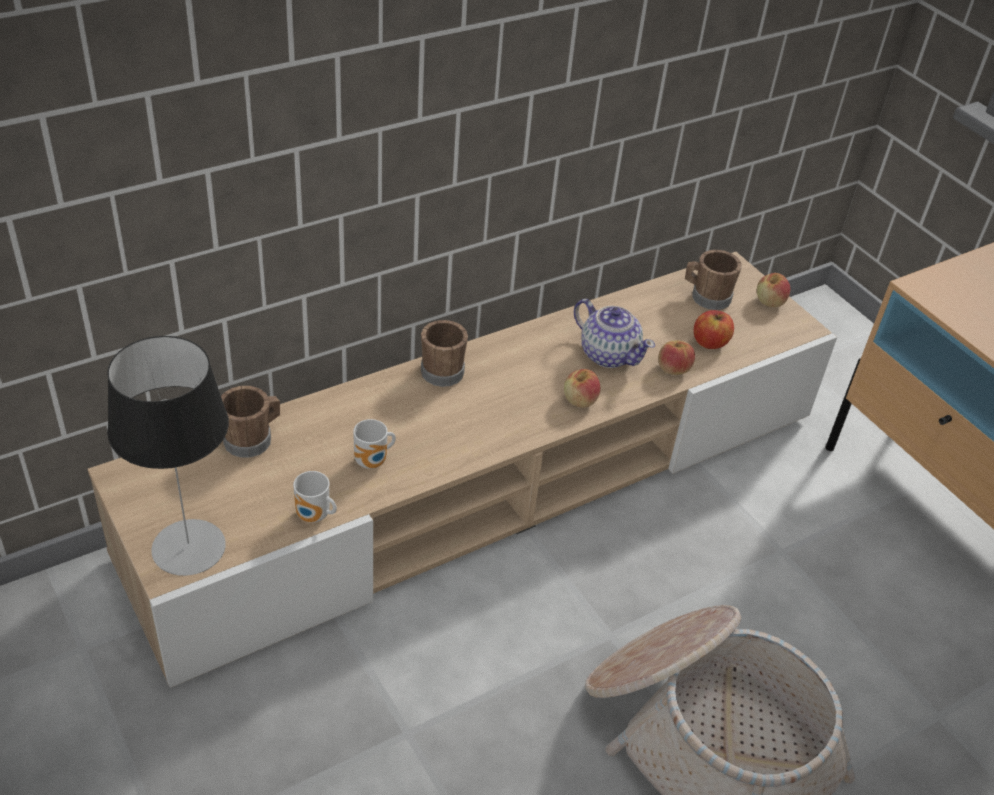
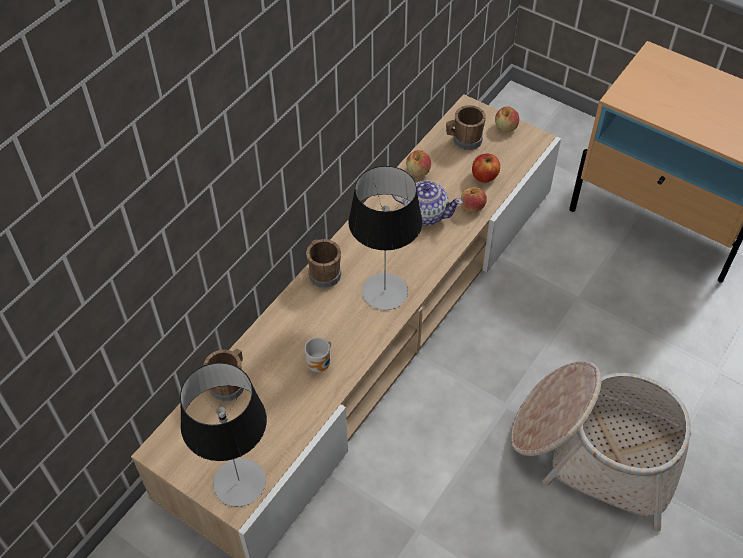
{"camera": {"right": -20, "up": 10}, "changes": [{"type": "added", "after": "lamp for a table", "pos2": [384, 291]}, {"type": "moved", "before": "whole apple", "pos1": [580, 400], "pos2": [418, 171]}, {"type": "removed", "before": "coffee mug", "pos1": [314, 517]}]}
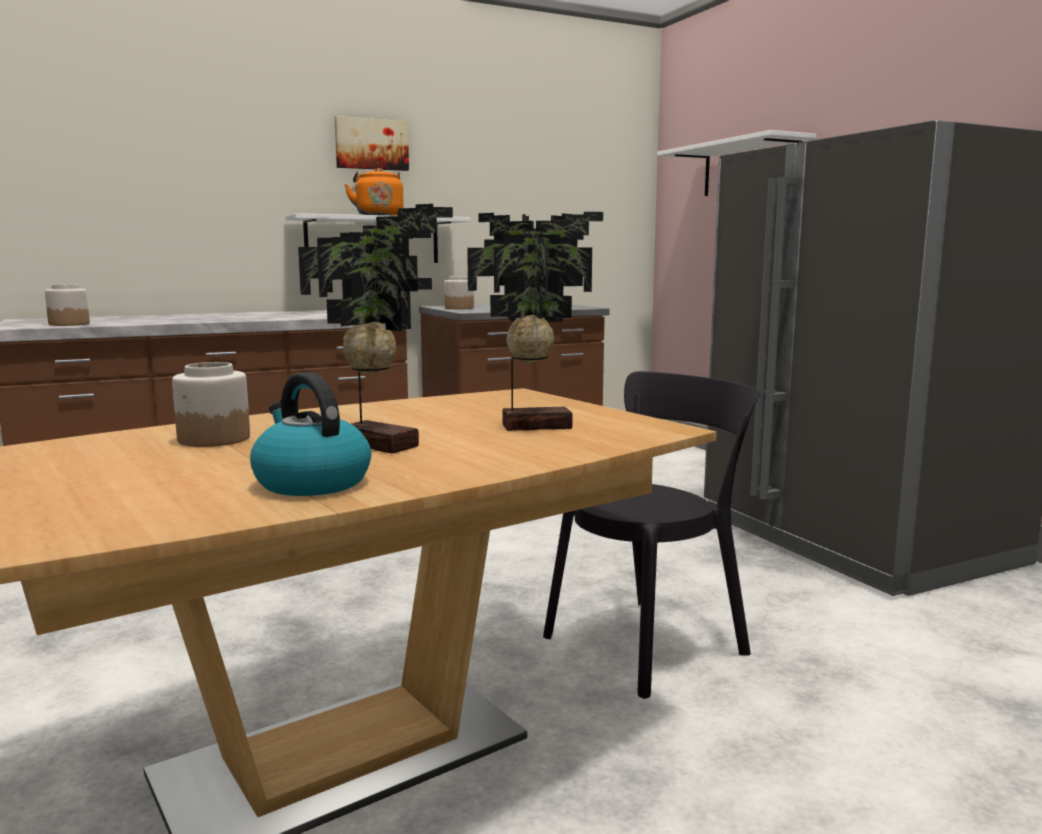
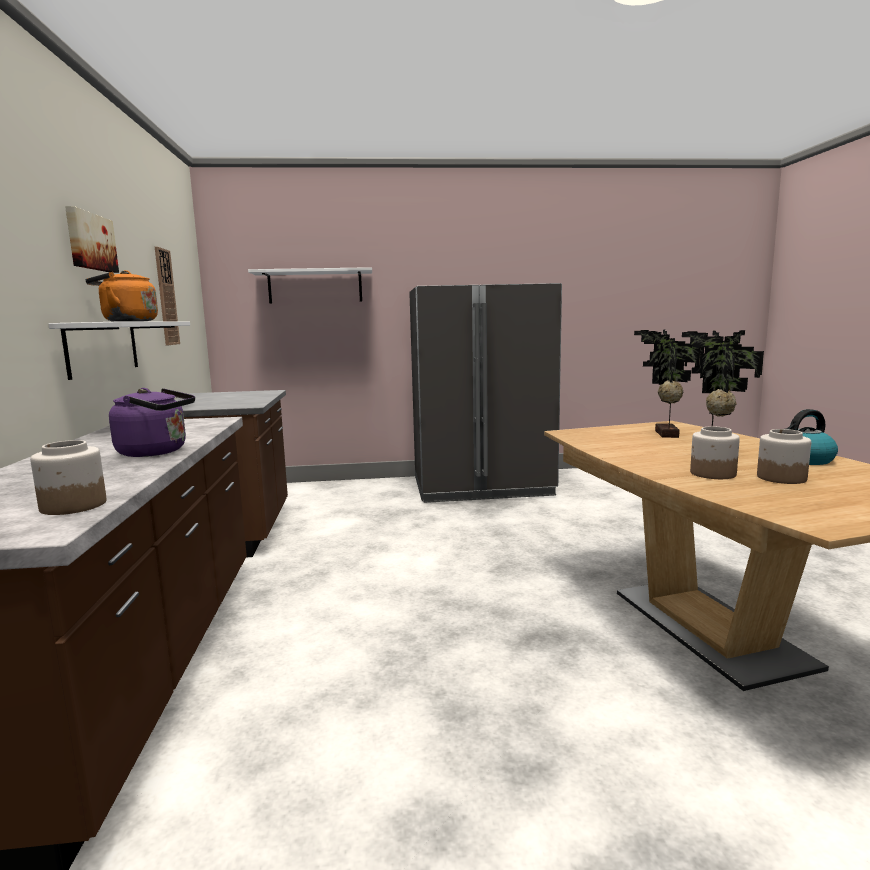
{"camera": {"right": -70, "up": 0}, "changes": [{"type": "added", "after": "water kettle in purplish", "pos2": [157, 452]}, {"type": "added", "after": "hanging clock", "pos2": [166, 297]}, {"type": "moved", "before": "jar", "pos1": [459, 308], "pos2": [781, 478]}, {"type": "removed", "before": "plain chair in black-coloured", "pos1": [651, 642]}]}
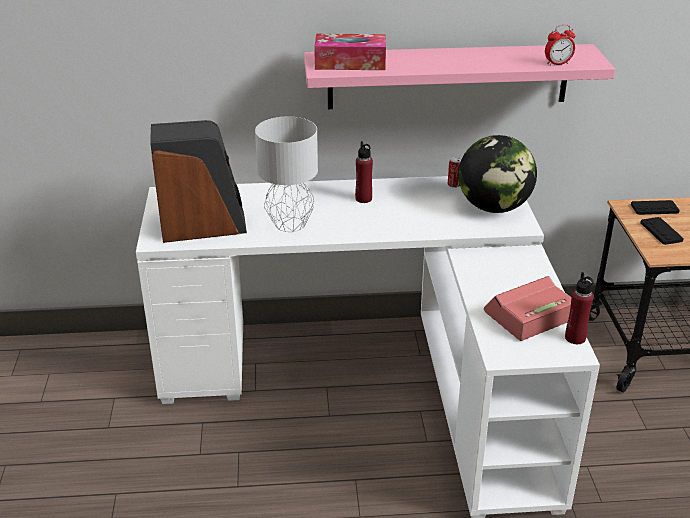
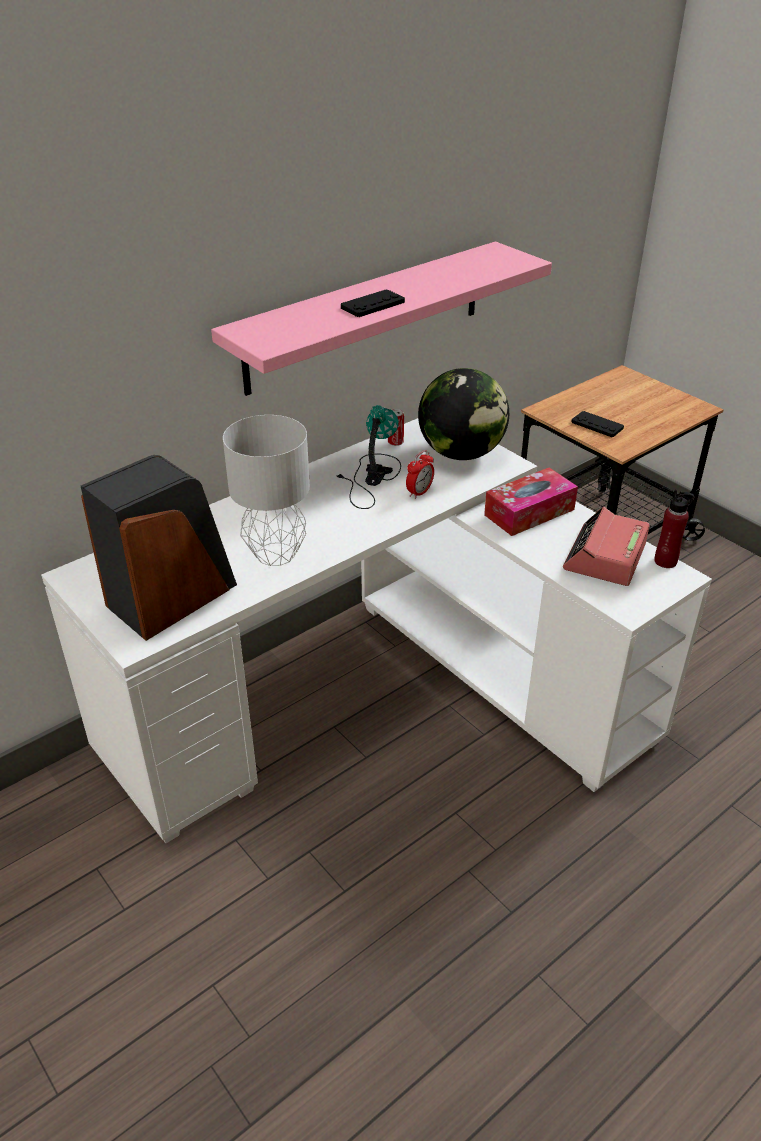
{"camera": {"right": -35, "up": 5}, "changes": [{"type": "added", "after": "lamp for a table", "pos2": [370, 478]}, {"type": "moved", "before": "game controller in black-coloured", "pos1": [654, 208], "pos2": [372, 305]}, {"type": "moved", "before": "table clock", "pos1": [557, 64], "pos2": [419, 492]}, {"type": "moved", "before": "box of tissues", "pos1": [350, 63], "pos2": [529, 512]}, {"type": "removed", "before": "bottle in red-coloured", "pos1": [363, 199]}]}
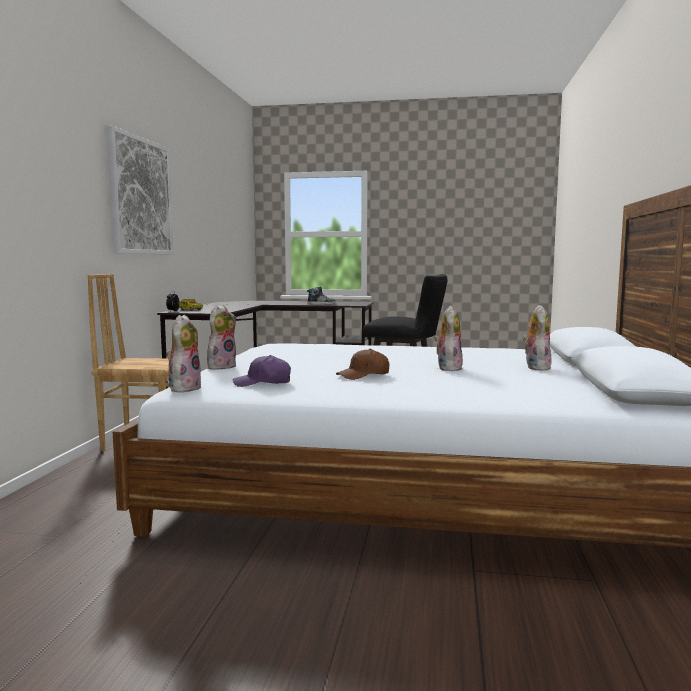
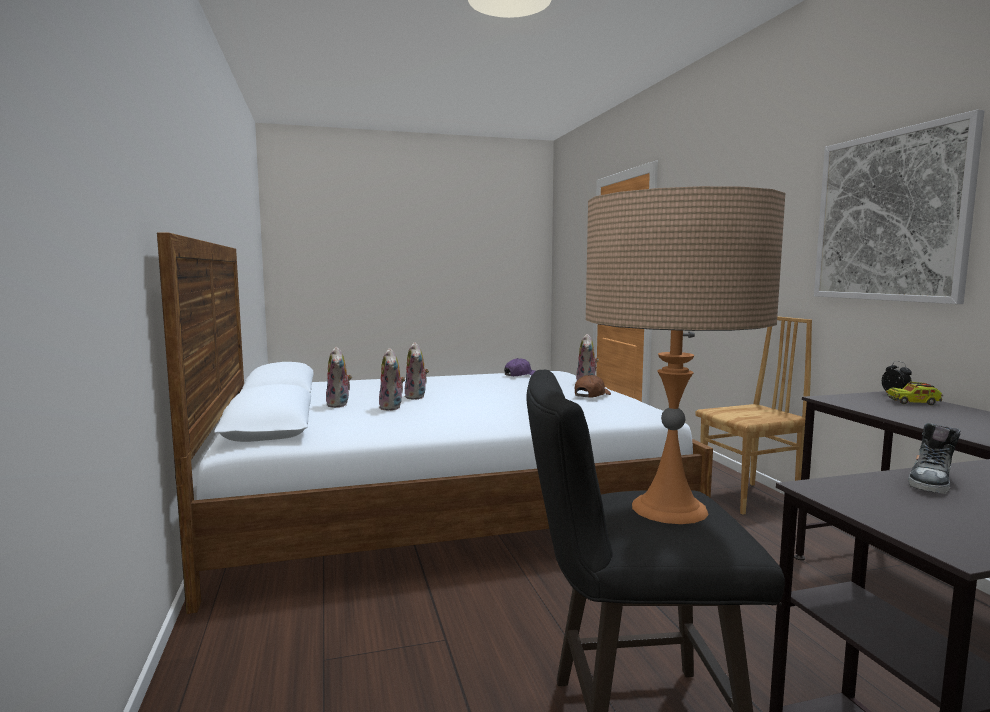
{"camera": {"right": 155, "up": 0}, "changes": [{"type": "moved", "before": "plush toy", "pos1": [184, 388], "pos2": [392, 407]}, {"type": "moved", "before": "peaked cap in brown-coloured", "pos1": [363, 375], "pos2": [591, 395]}, {"type": "added", "after": "lamp for a table in beige-coloured", "pos2": [669, 508]}]}
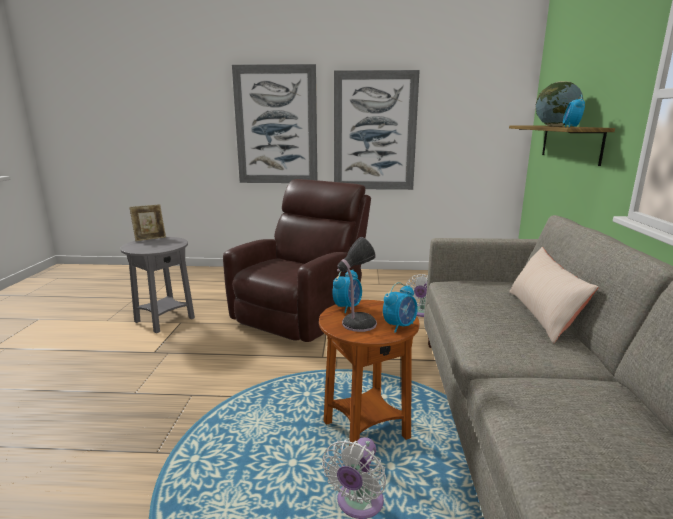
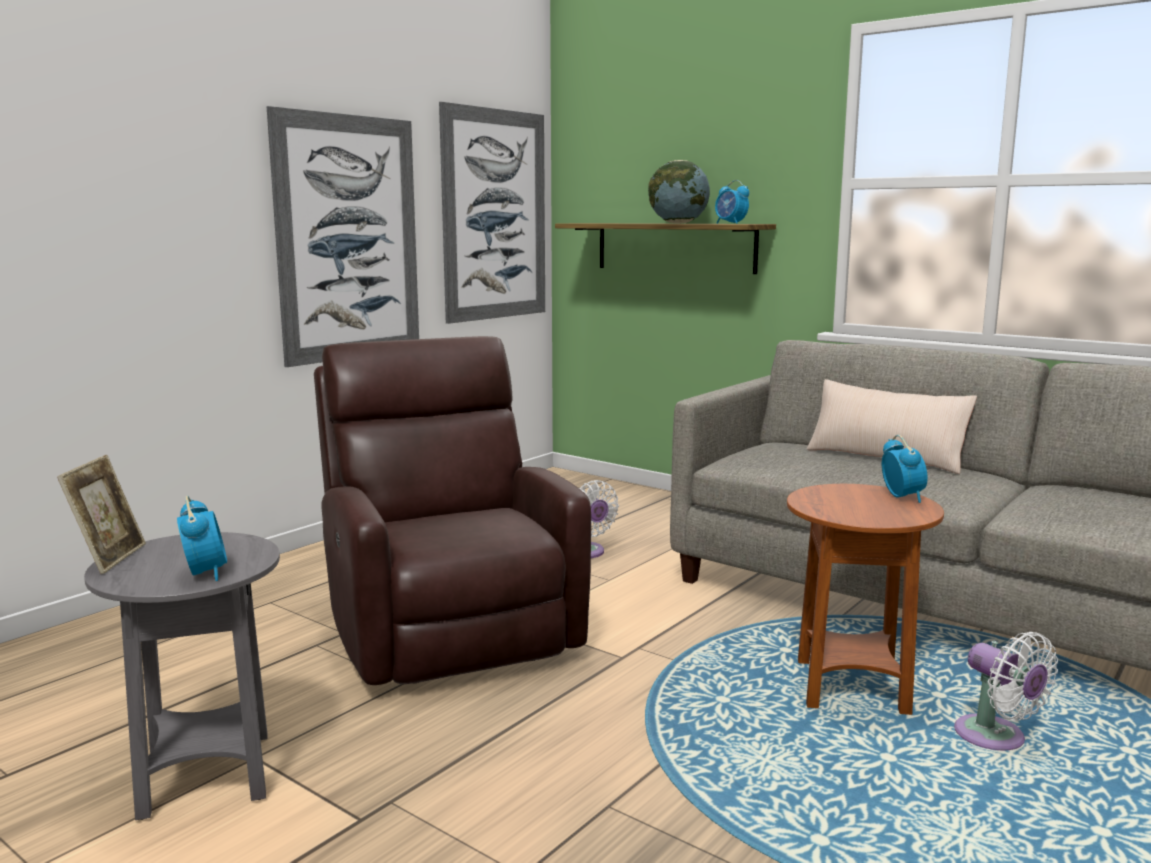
{"camera": {"right": -55, "up": -5}, "changes": [{"type": "moved", "before": "table clock", "pos1": [347, 307], "pos2": [205, 573]}, {"type": "moved", "before": "picture", "pos1": [276, 126], "pos2": [495, 215]}, {"type": "removed", "before": "lamp for a table", "pos1": [357, 324]}]}
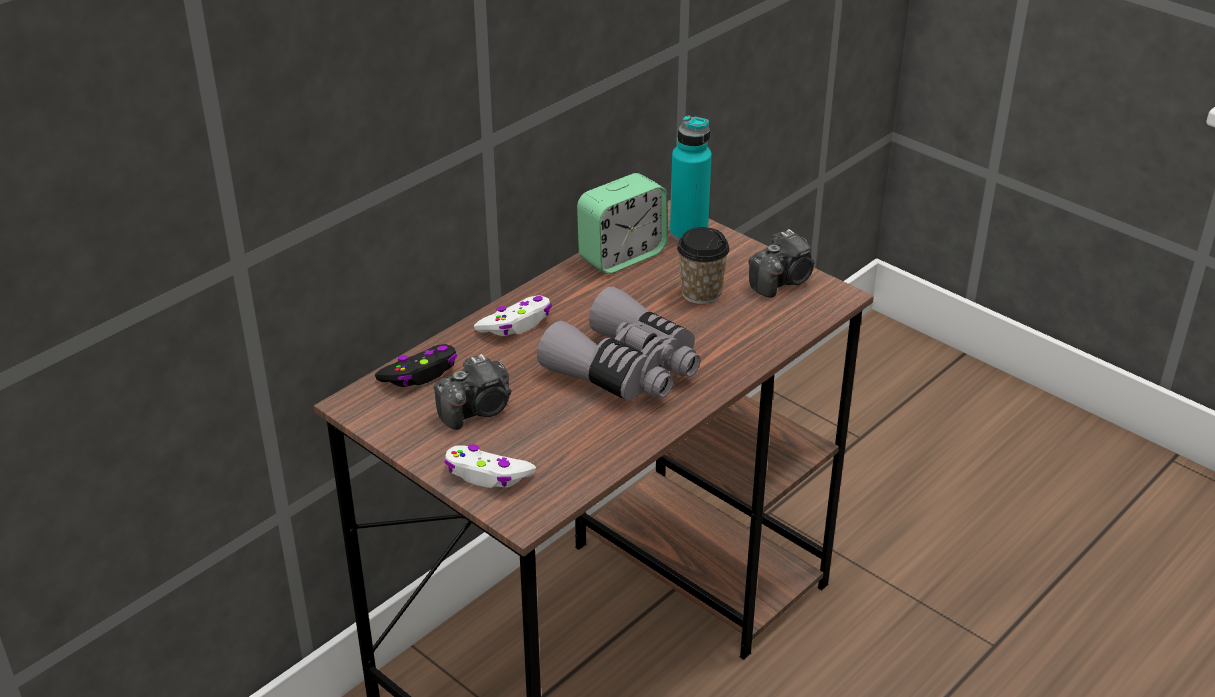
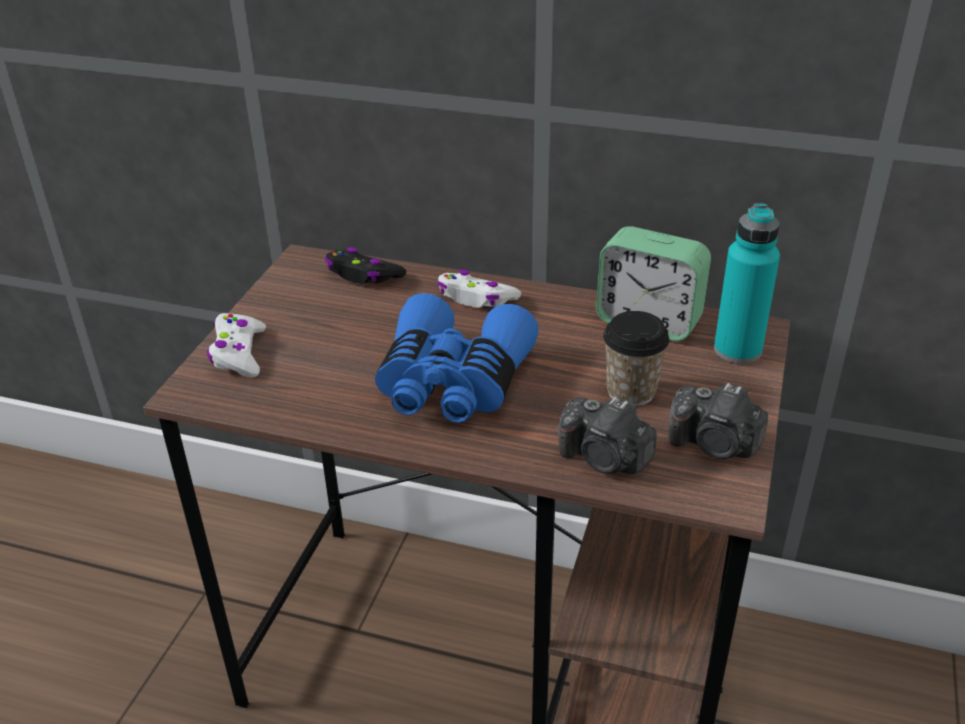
{"camera": {"right": 65, "up": 0}, "changes": [{"type": "recoloured", "before": "binoculars in grey", "after": "binoculars in blue", "pos1": [626, 369], "pos2": [452, 383]}, {"type": "moved", "before": "photo camera", "pos1": [478, 410], "pos2": [605, 459]}]}
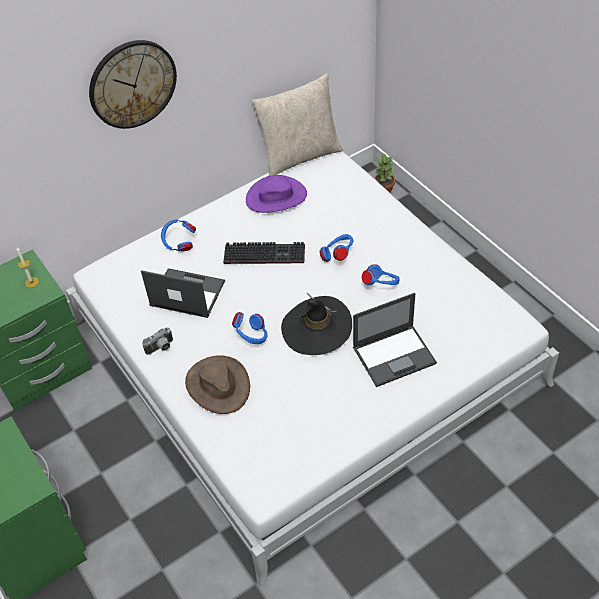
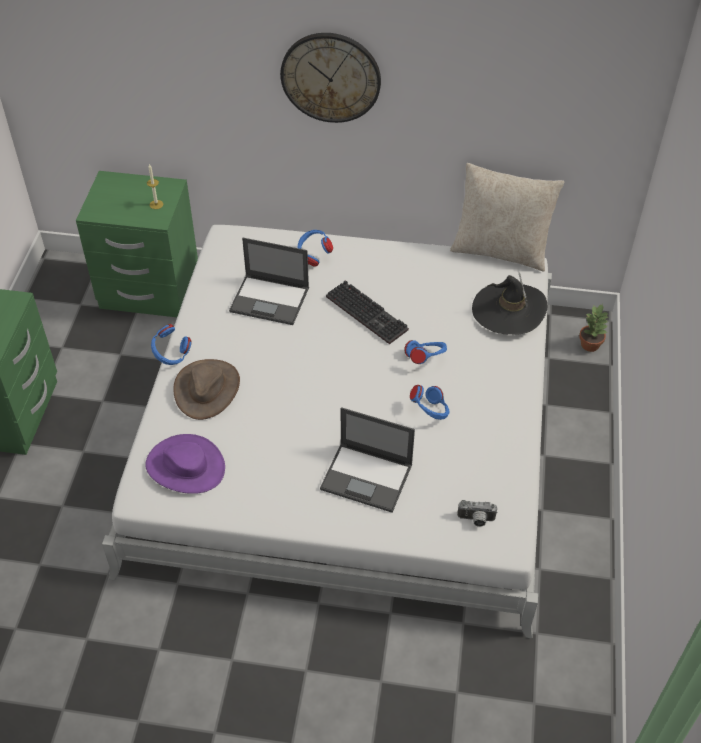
{"camera": {"right": 40, "up": 0}, "changes": [{"type": "moved", "before": "hat in purplish", "pos1": [276, 197], "pos2": [185, 466]}, {"type": "moved", "before": "headset in blue", "pos1": [252, 337], "pos2": [171, 355]}, {"type": "turned", "before": "notebook computer", "pos1": [186, 293], "pos2": [270, 300], "turn": 135}, {"type": "moved", "before": "photo camera", "pos1": [161, 348], "pos2": [476, 520]}, {"type": "moved", "before": "hat in black-coloured", "pos1": [316, 328], "pos2": [508, 310]}]}
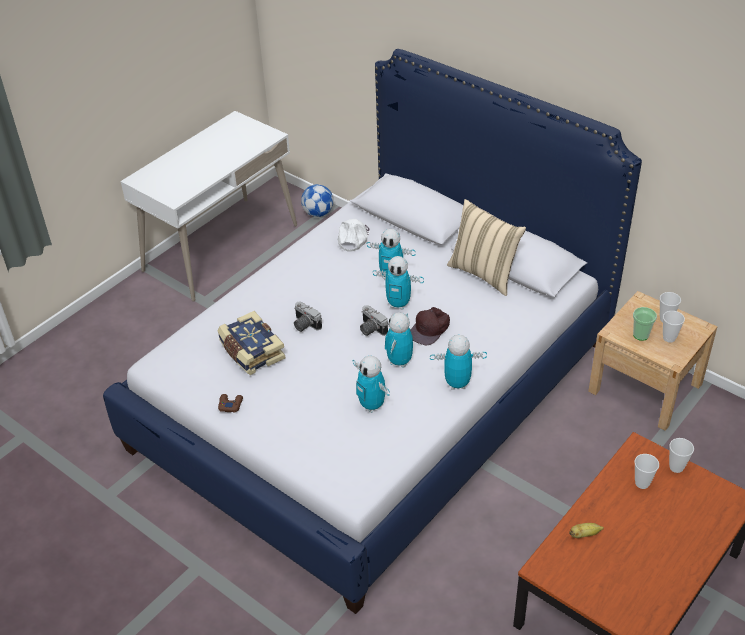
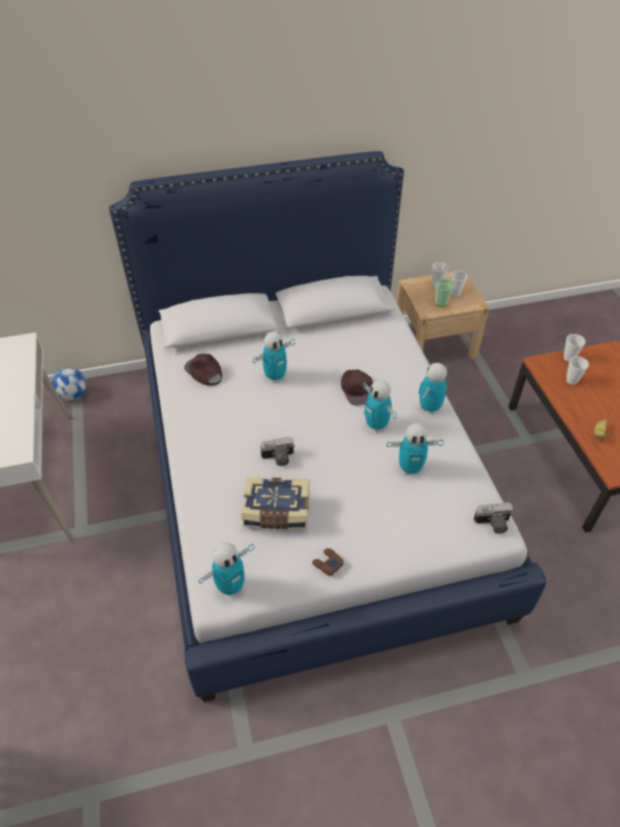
{"camera": {"right": -55, "up": 5}, "changes": [{"type": "recoloured", "before": "peaked cap in white-coloured", "after": "peaked cap in brown-coloured", "pos1": [353, 237], "pos2": [204, 372]}, {"type": "moved", "before": "model robot", "pos1": [398, 304], "pos2": [231, 586]}, {"type": "moved", "before": "photo camera", "pos1": [370, 329], "pos2": [492, 524]}, {"type": "removed", "before": "pillow in beige-coloured", "pos1": [484, 273]}]}
